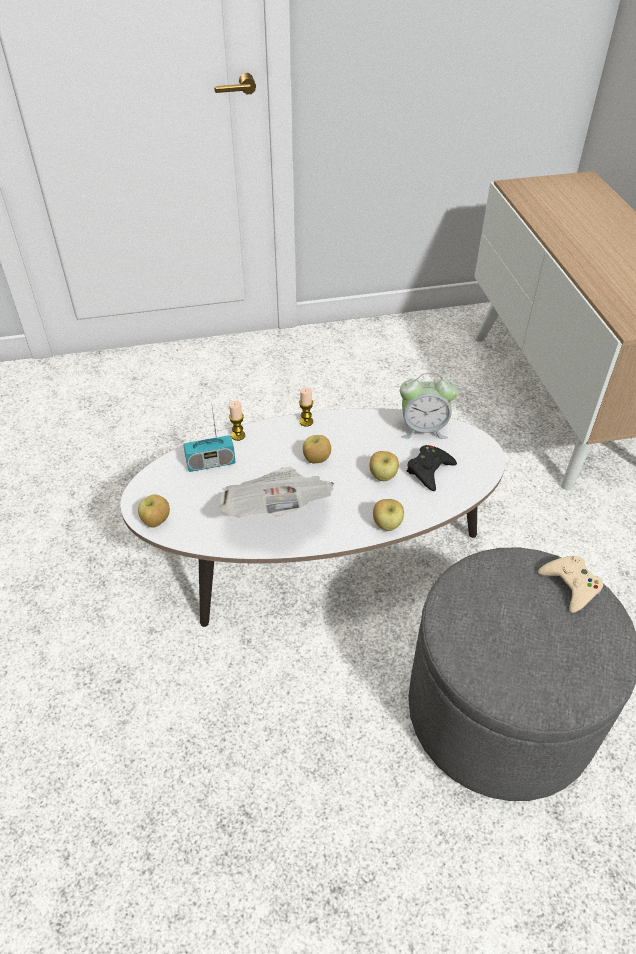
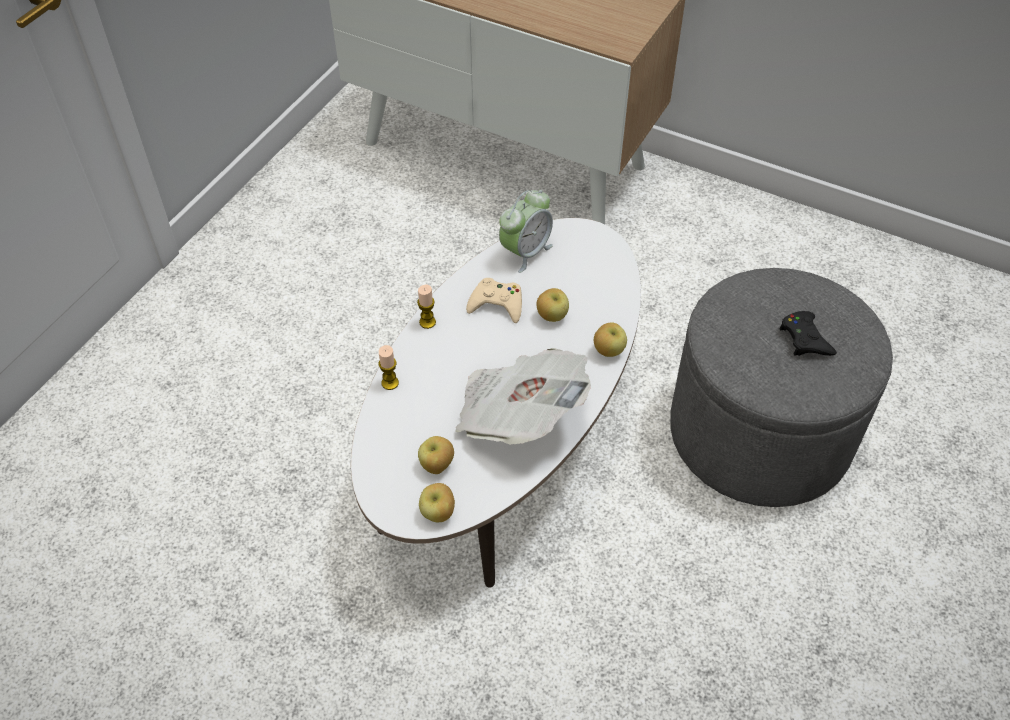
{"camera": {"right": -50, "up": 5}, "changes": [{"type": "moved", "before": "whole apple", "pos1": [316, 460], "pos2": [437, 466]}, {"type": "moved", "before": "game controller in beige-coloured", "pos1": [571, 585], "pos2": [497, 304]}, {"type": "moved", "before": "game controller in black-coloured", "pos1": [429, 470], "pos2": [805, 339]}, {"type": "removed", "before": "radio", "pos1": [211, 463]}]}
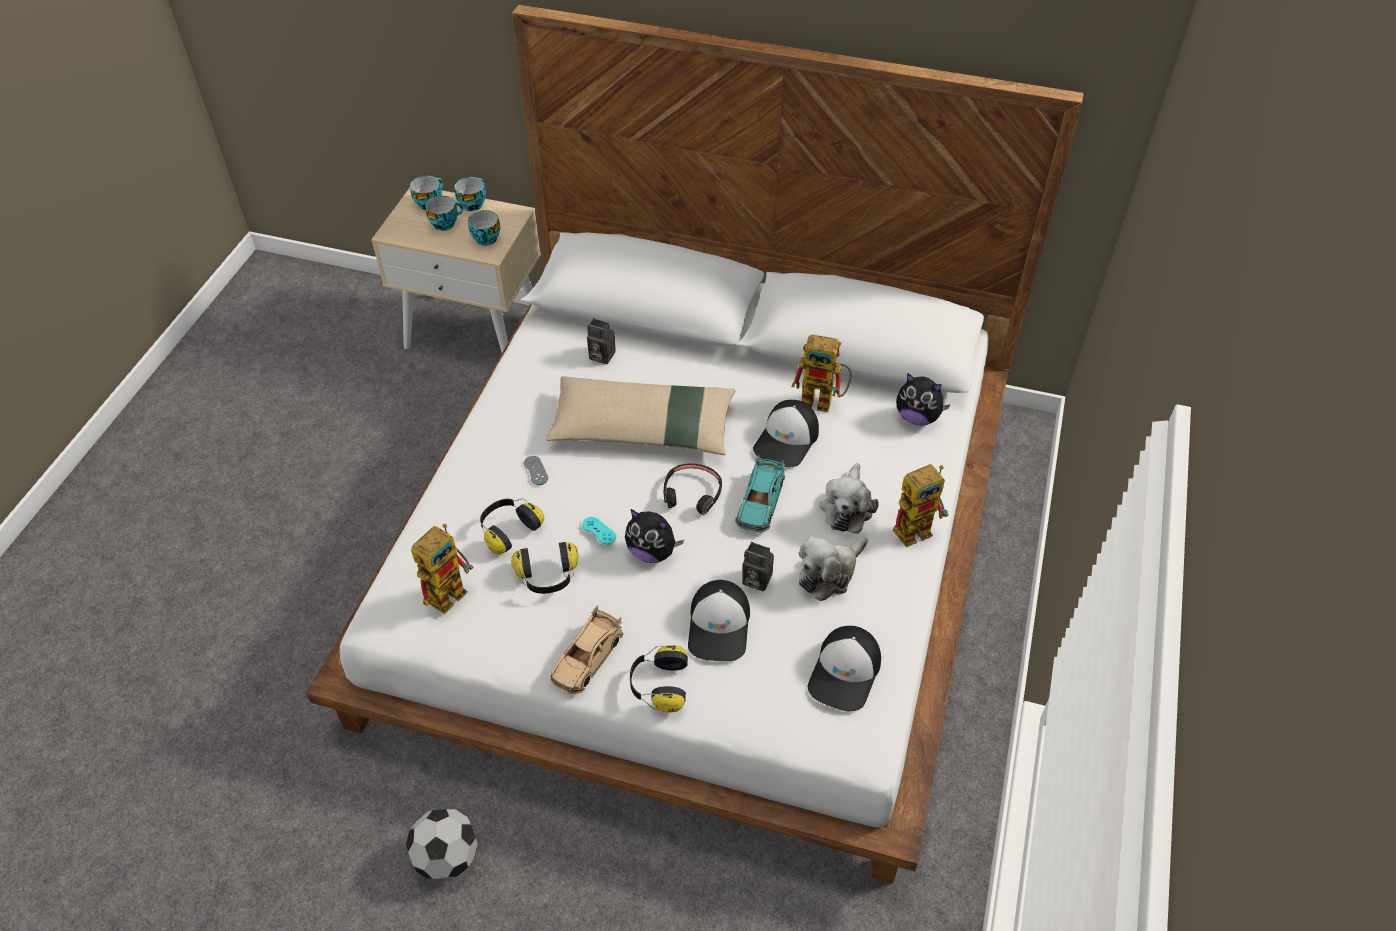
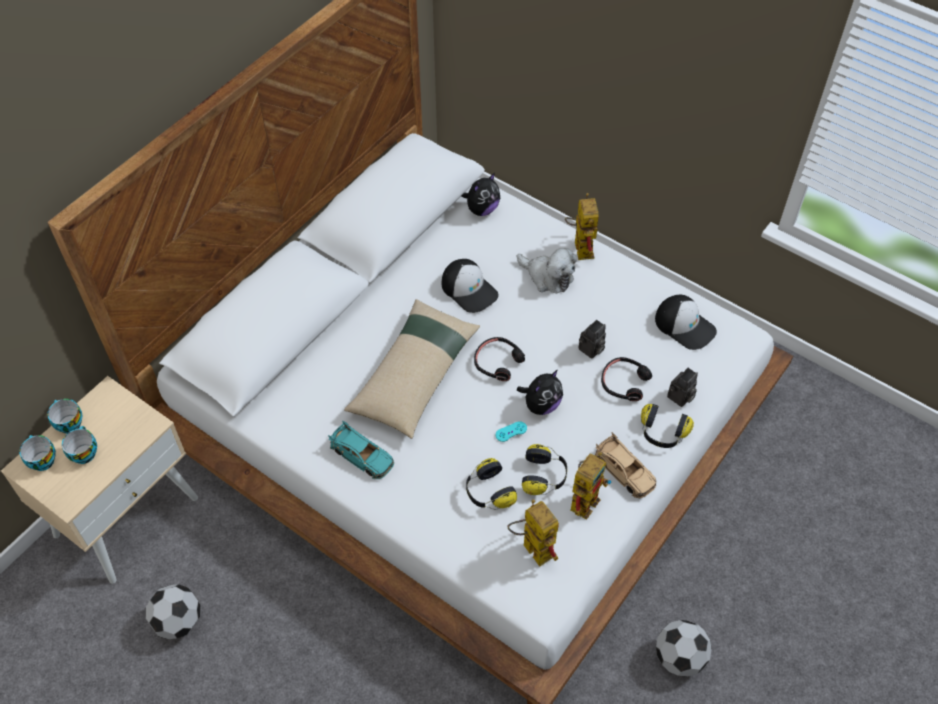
{"camera": {"right": -70, "up": 5}, "changes": [{"type": "added", "after": "football", "pos2": [178, 622]}, {"type": "moved", "before": "miniature car in blue-green", "pos1": [760, 501], "pos2": [362, 455]}, {"type": "moved", "before": "model robot", "pos1": [823, 401], "pos2": [586, 498]}, {"type": "replaced", "before": "peaked cap", "after": "headset in black-coloured", "pos1": [719, 626], "pos2": [624, 383]}, {"type": "moved", "before": "photo camera", "pos1": [600, 356], "pos2": [680, 398]}, {"type": "removed", "before": "drinking cup", "pos1": [484, 238]}, {"type": "removed", "before": "game controller in grey", "pos1": [536, 470]}, {"type": "removed", "before": "plush toy", "pos1": [829, 573]}]}
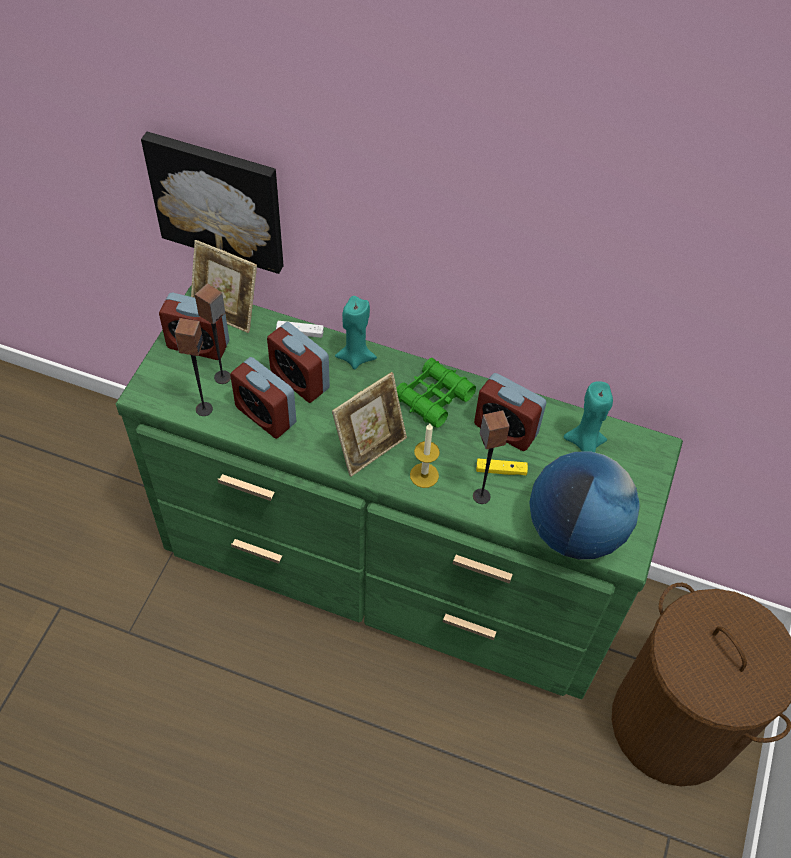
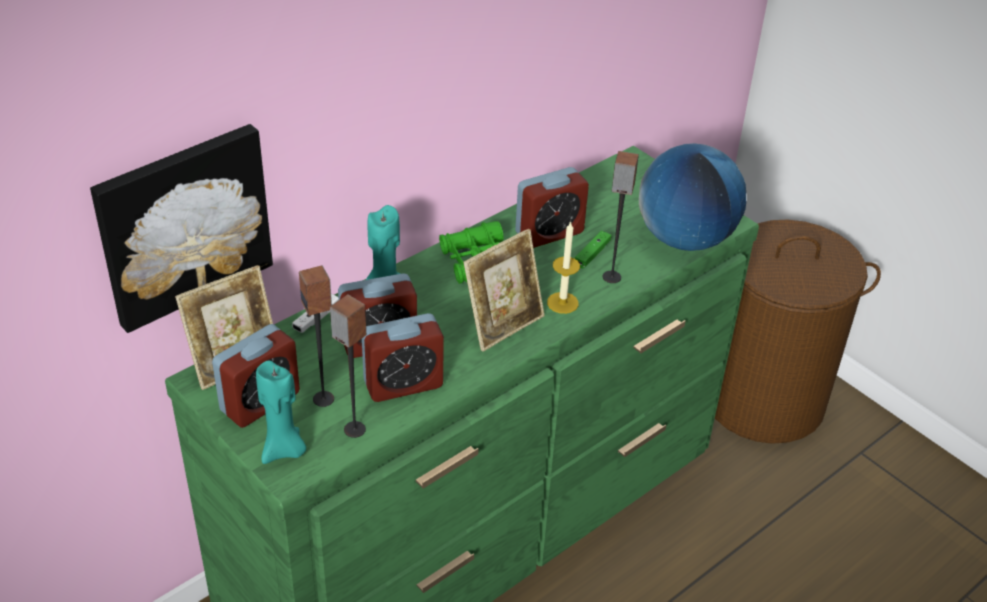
{"camera": {"right": -60, "up": -15}, "changes": [{"type": "moved", "before": "wax candle in blue-green", "pos1": [584, 443], "pos2": [284, 450]}, {"type": "turned", "before": "photo frame", "pos1": [370, 447], "pos2": [503, 325], "turn": 60}, {"type": "recoloured", "before": "game controller in yellowish", "after": "game controller in green", "pos1": [501, 470], "pos2": [592, 254]}]}
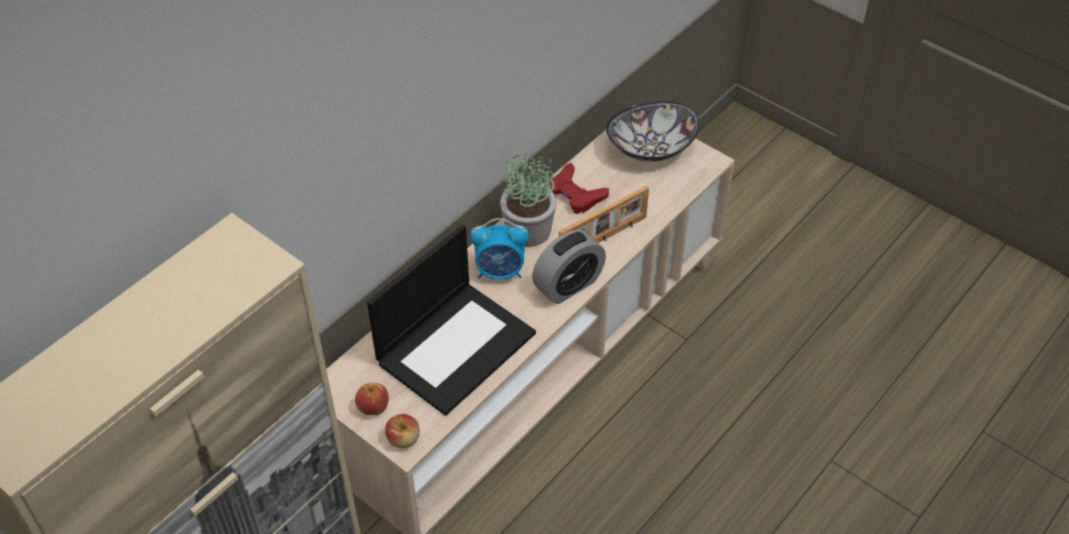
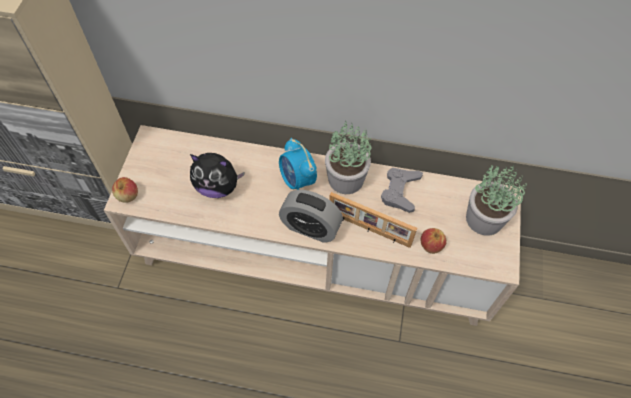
{"camera": {"right": 60, "up": 10}, "changes": [{"type": "replaced", "before": "notebook computer", "after": "plush toy", "pos1": [456, 346], "pos2": [218, 187]}, {"type": "recoloured", "before": "game controller in red-coloured", "after": "game controller in grey", "pos1": [575, 194], "pos2": [400, 191]}, {"type": "moved", "before": "whole apple", "pos1": [373, 407], "pos2": [431, 245]}, {"type": "replaced", "before": "bowl", "after": "houseplant", "pos1": [651, 148], "pos2": [483, 219]}]}
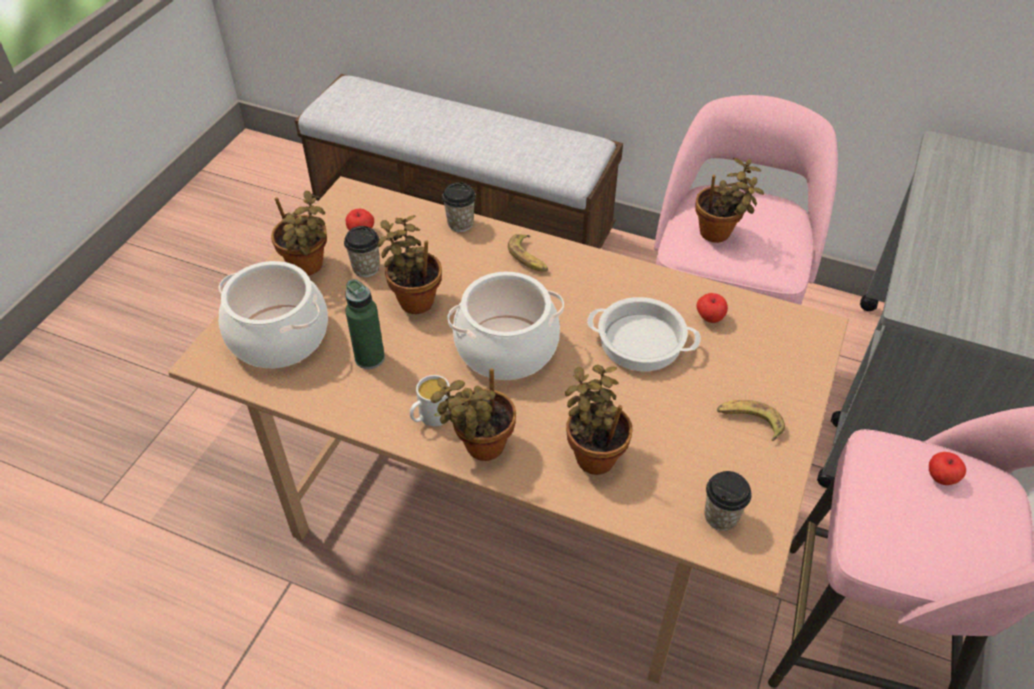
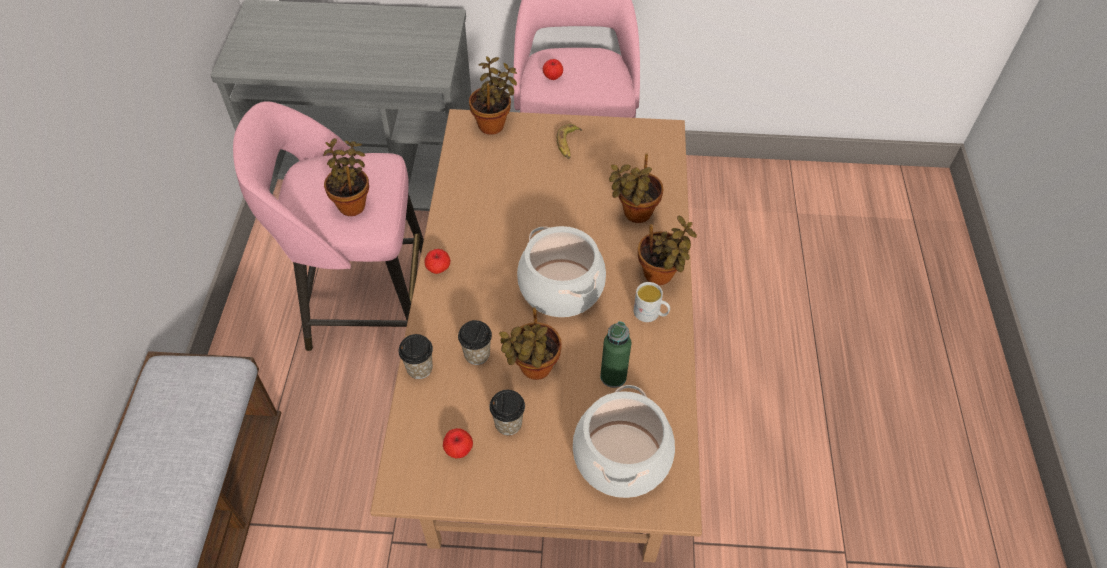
{"camera": {"right": -110, "up": 5}, "changes": [{"type": "moved", "before": "whole apple", "pos1": [709, 317], "pos2": [438, 269]}, {"type": "moved", "before": "drinking cup", "pos1": [721, 516], "pos2": [477, 354]}, {"type": "moved", "before": "houseplant", "pos1": [308, 267], "pos2": [493, 124]}, {"type": "removed", "before": "banana", "pos1": [529, 258]}, {"type": "removed", "before": "saucepot", "pos1": [640, 342]}]}
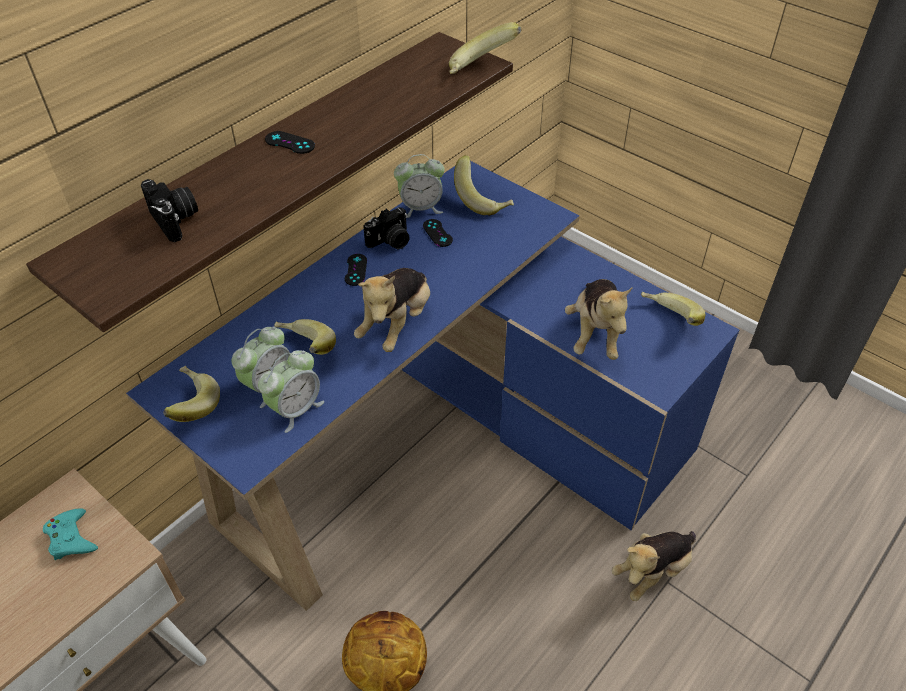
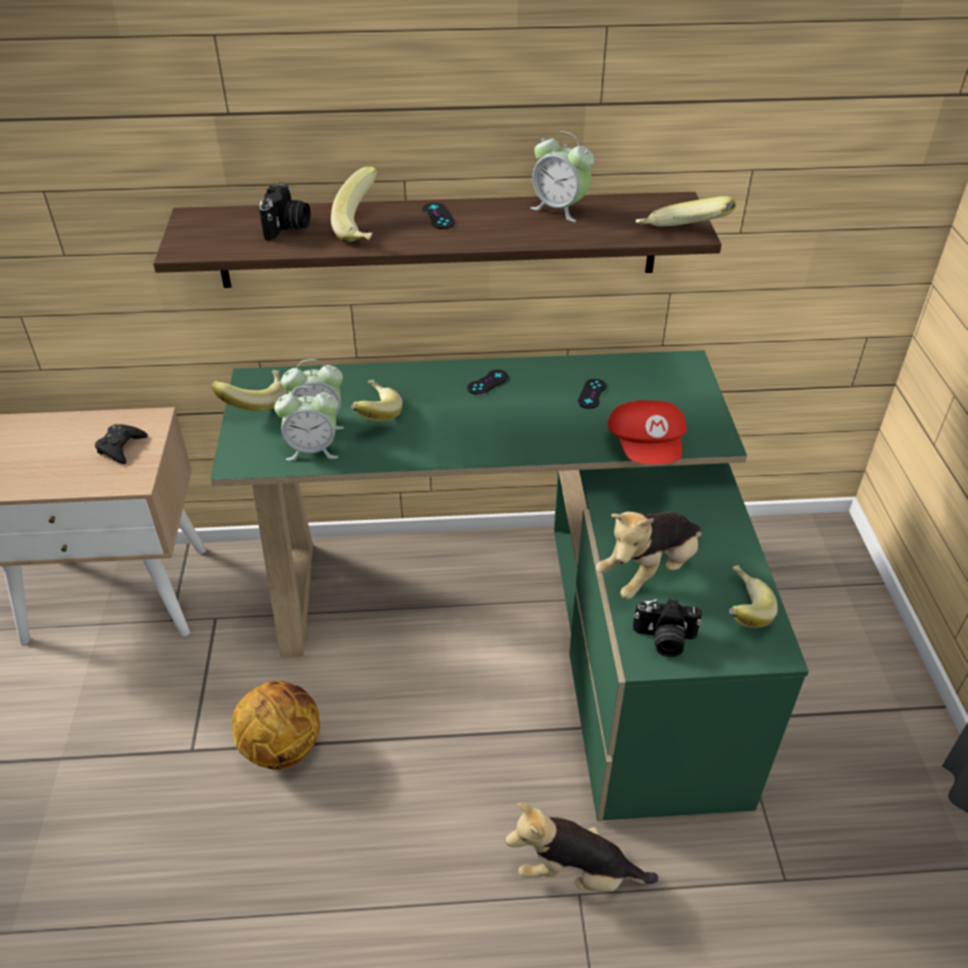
{"camera": {"right": 45, "up": -5}, "changes": [{"type": "recoloured", "before": "game controller in blue-green", "after": "game controller in black-coloured", "pos1": [71, 538], "pos2": [121, 447]}, {"type": "recoloured", "before": "desk table in blue", "after": "desk table in green", "pos1": [448, 444], "pos2": [525, 624]}, {"type": "moved", "before": "banana", "pos1": [483, 200], "pos2": [365, 229]}, {"type": "moved", "before": "table clock", "pos1": [420, 208], "pos2": [559, 209]}, {"type": "added", "after": "peaked cap in red-coloured", "pos2": [647, 448]}, {"type": "moved", "before": "photo camera", "pos1": [390, 242], "pos2": [664, 640]}, {"type": "removed", "before": "plush toy", "pos1": [397, 324]}]}
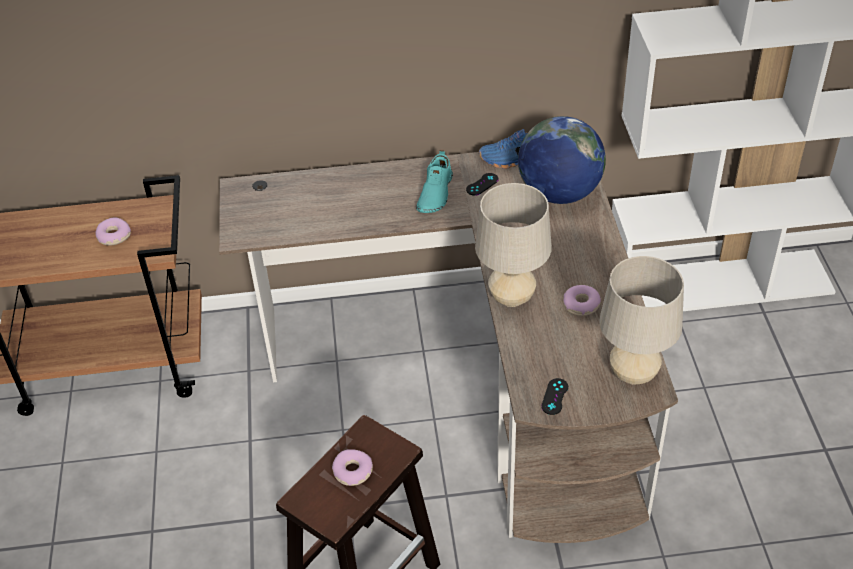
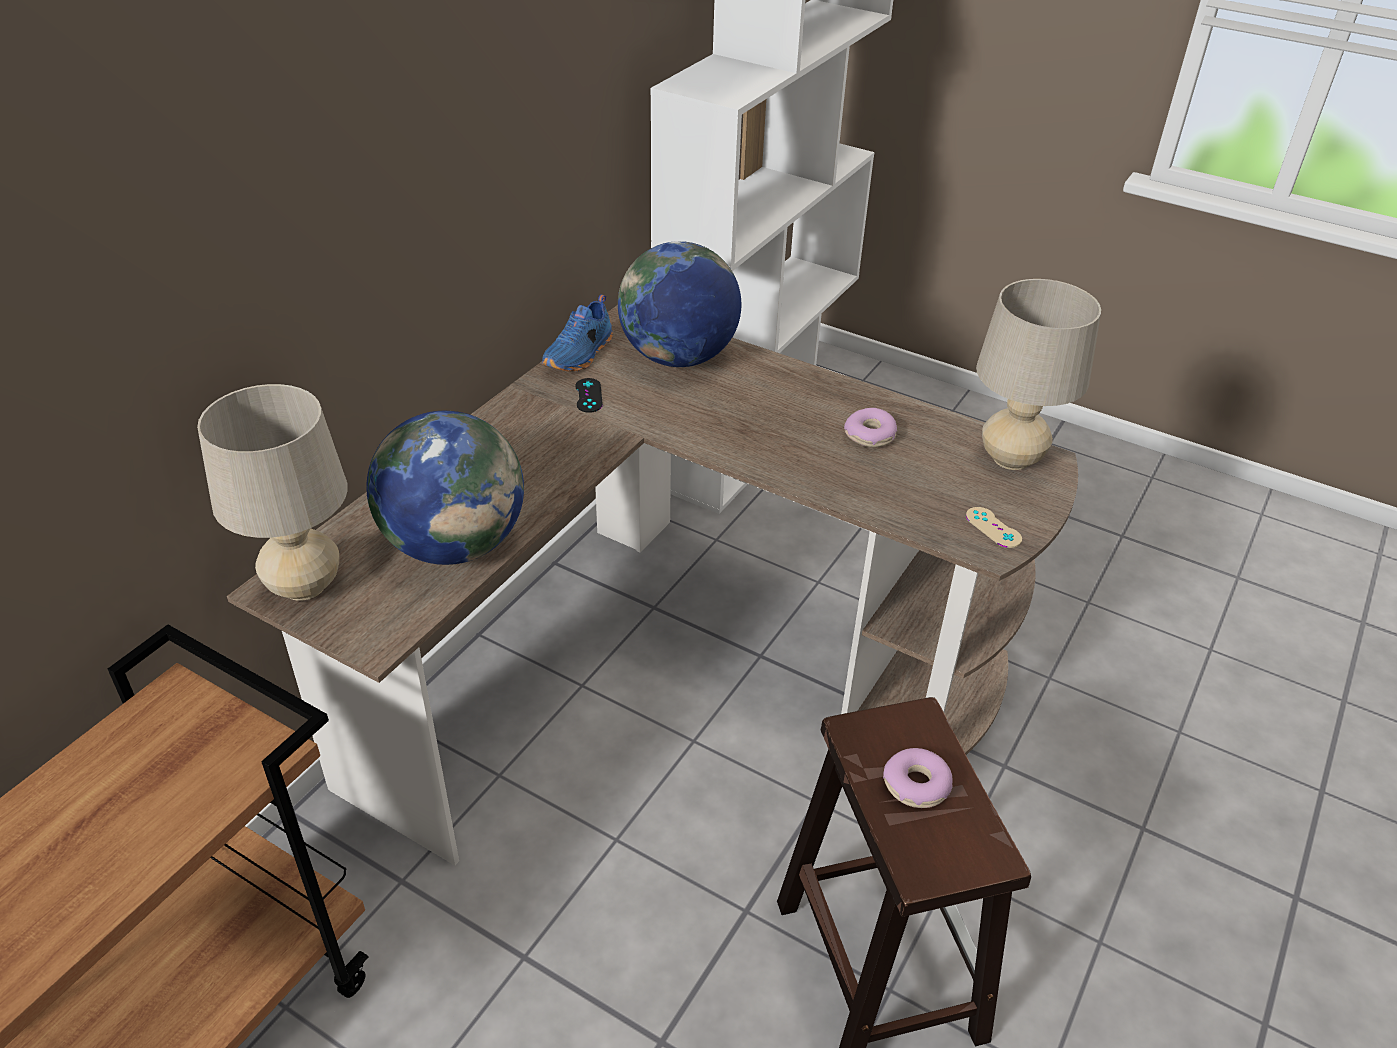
{"camera": {"right": -55, "up": -5}, "changes": [{"type": "moved", "before": "lamp for a table in beige-coloured", "pos1": [512, 297], "pos2": [305, 586]}, {"type": "added", "after": "globe", "pos2": [455, 545]}, {"type": "recoloured", "before": "game controller in black-coloured", "after": "game controller in beige-coloured", "pos1": [554, 396], "pos2": [993, 527]}, {"type": "removed", "before": "doughnut", "pos1": [113, 236]}, {"type": "removed", "before": "shoe in blue-green", "pos1": [434, 193]}]}
